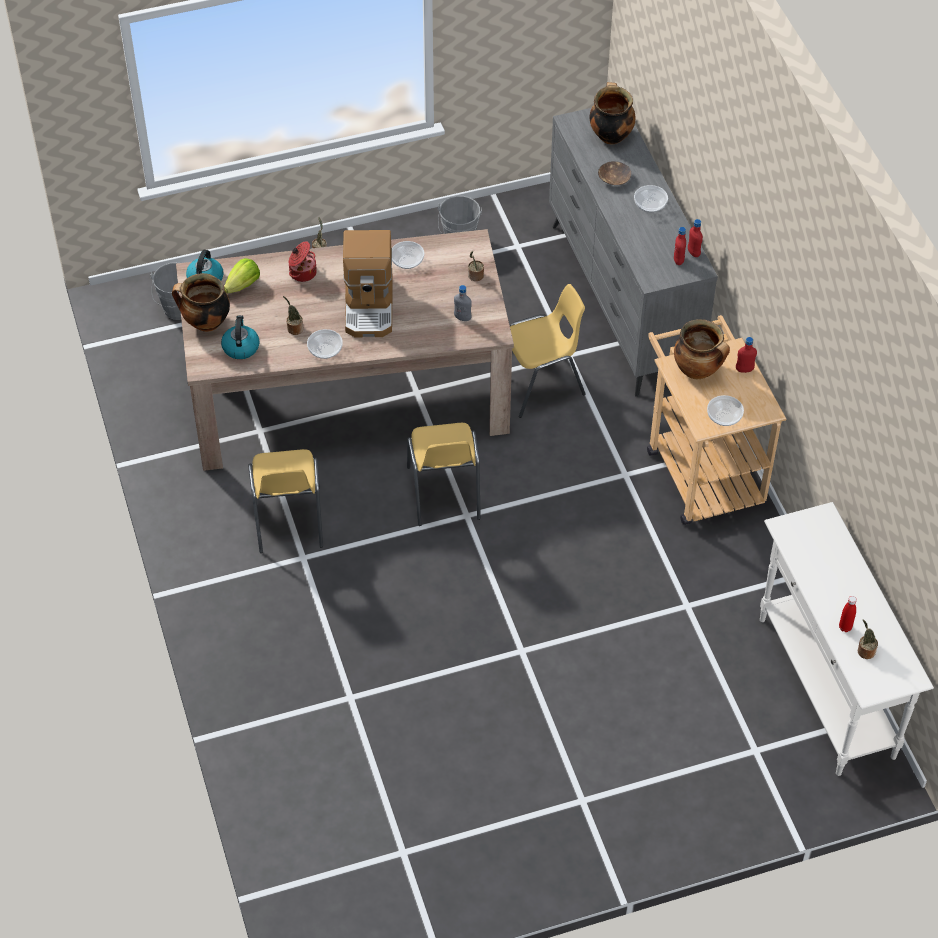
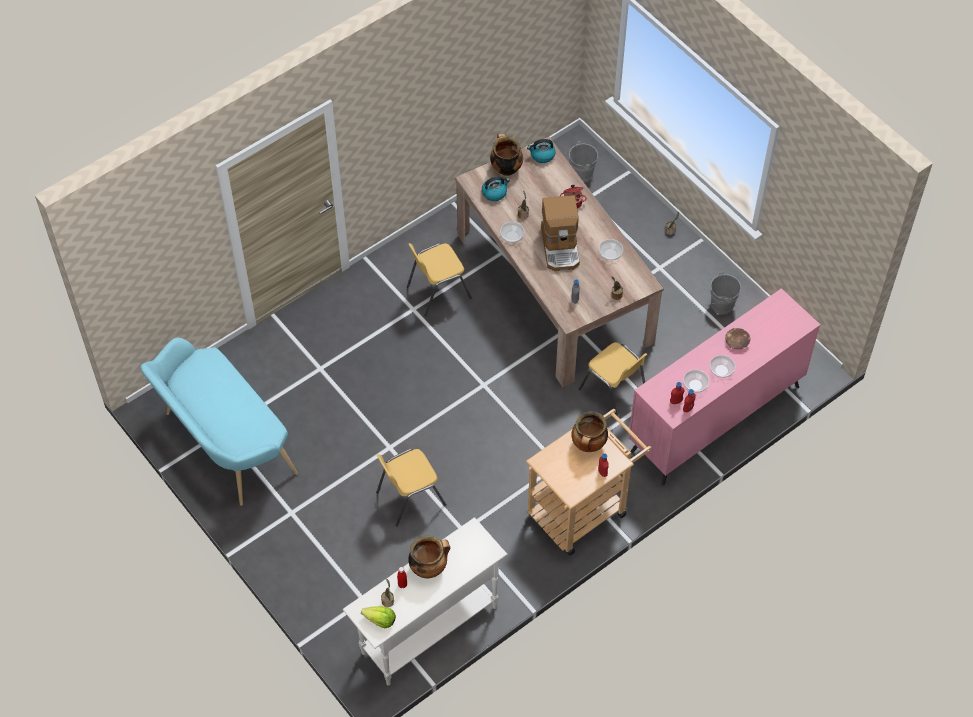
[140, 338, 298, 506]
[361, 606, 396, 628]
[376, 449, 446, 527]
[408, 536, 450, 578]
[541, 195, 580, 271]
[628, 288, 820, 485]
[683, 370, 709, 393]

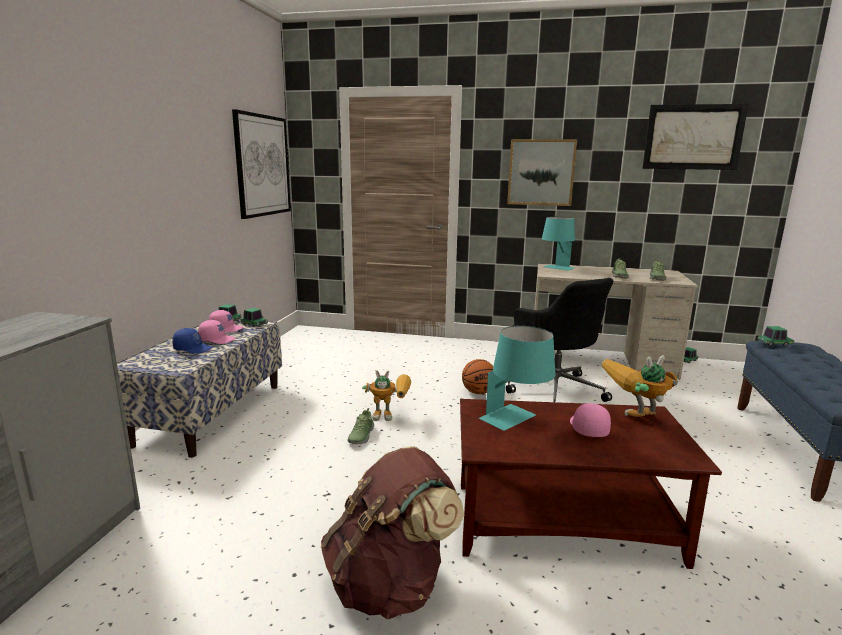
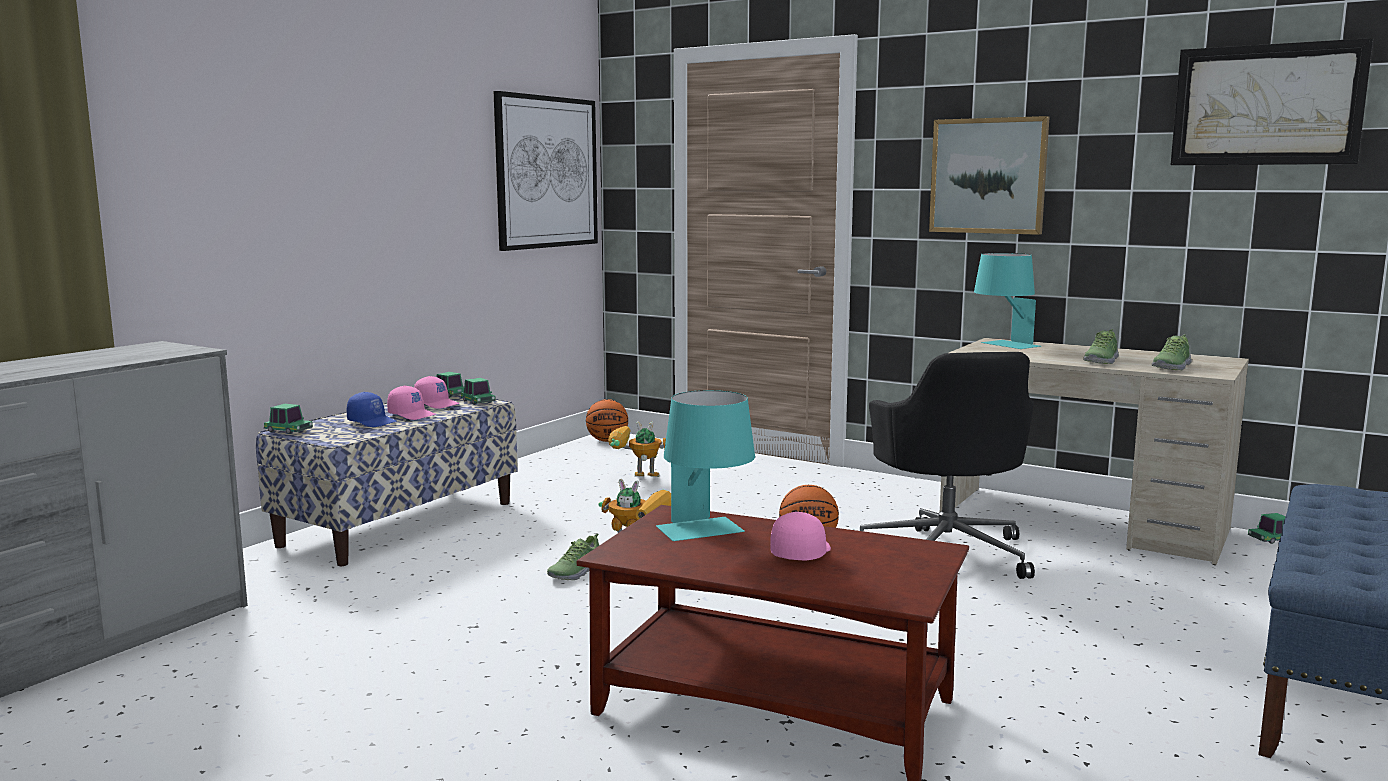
[264, 404, 313, 434]
[586, 399, 628, 442]
[608, 421, 666, 477]
[321, 446, 465, 619] (first image)

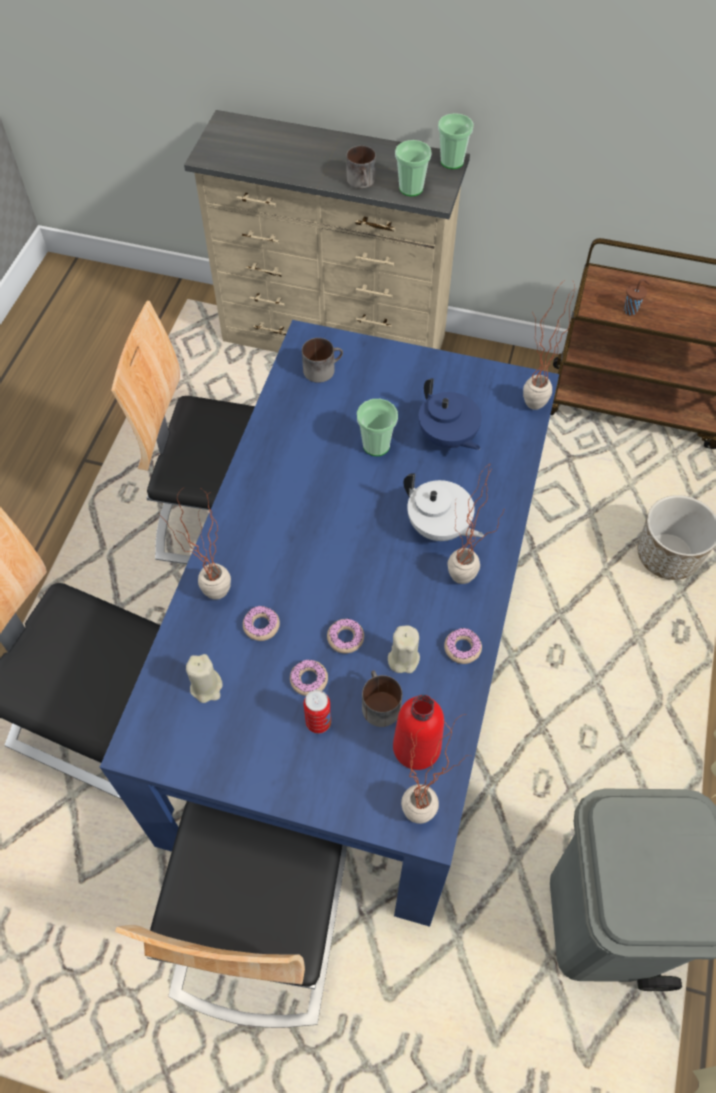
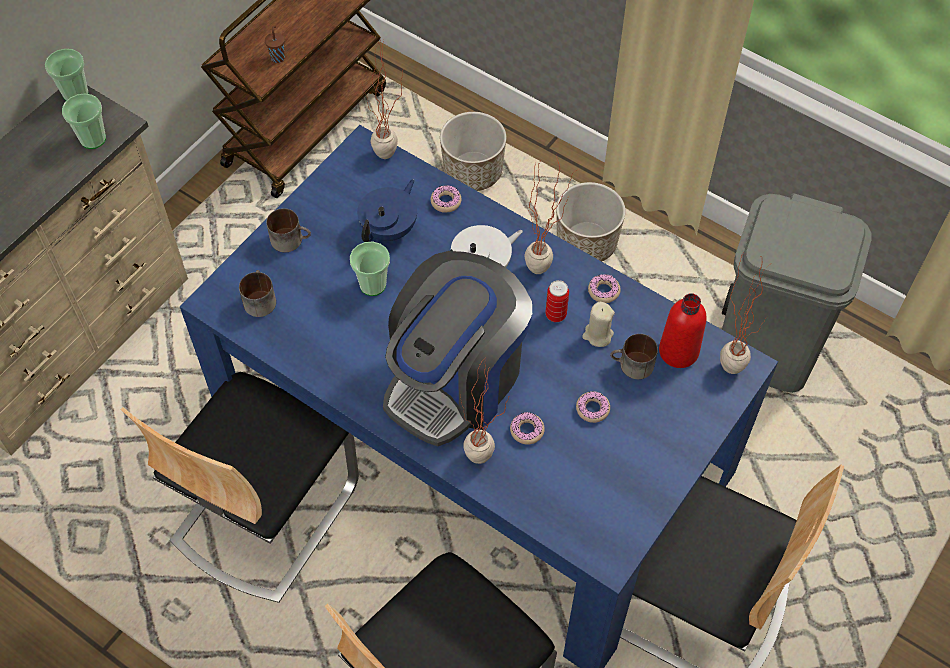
[266, 208, 311, 252]
[357, 179, 417, 242]
[383, 251, 532, 446]
[431, 185, 461, 212]
[546, 280, 569, 322]
[556, 182, 625, 262]
[186, 654, 223, 703] (first image)

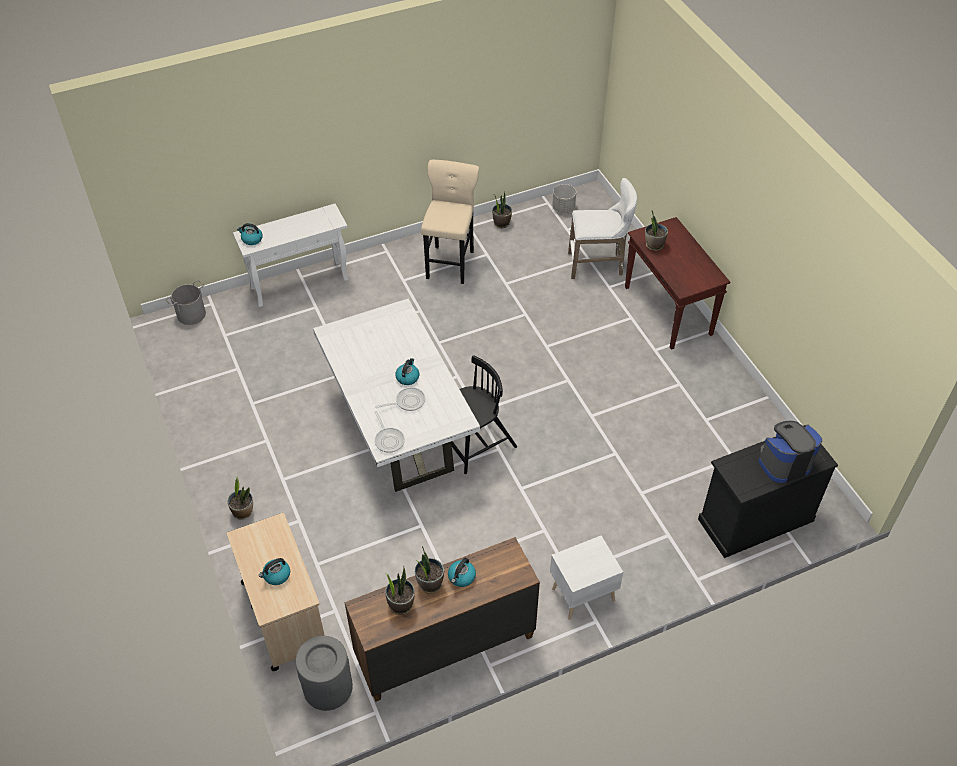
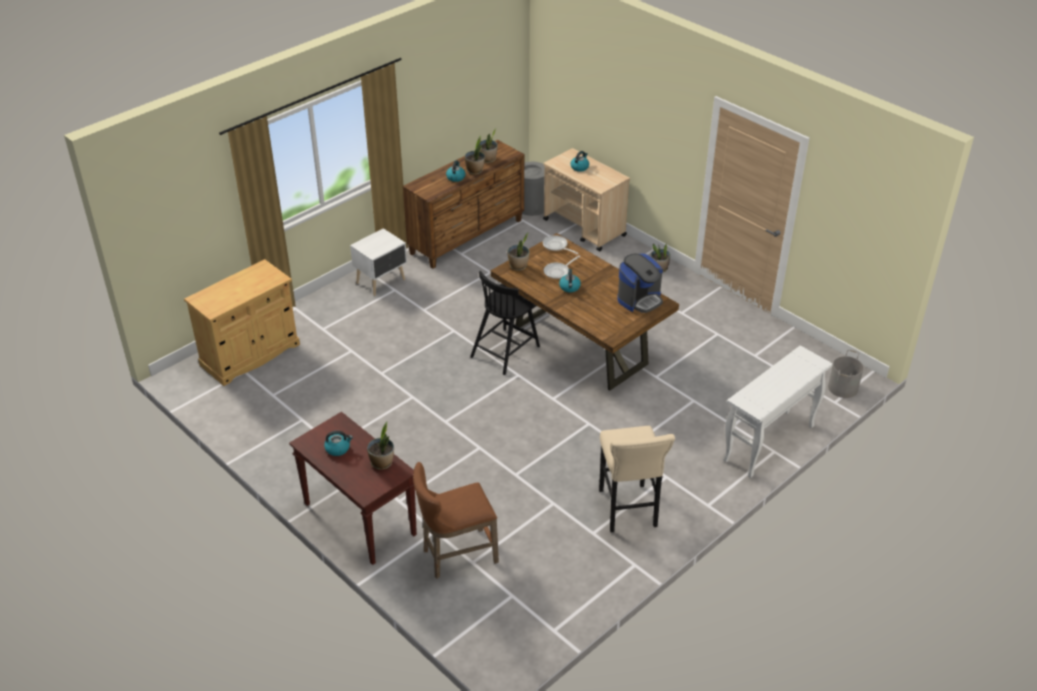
[184, 259, 300, 386]
[324, 431, 353, 456]
[413, 462, 499, 578]
[490, 233, 679, 391]
[507, 233, 529, 271]
[617, 253, 663, 313]
[552, 184, 576, 213] (first image)

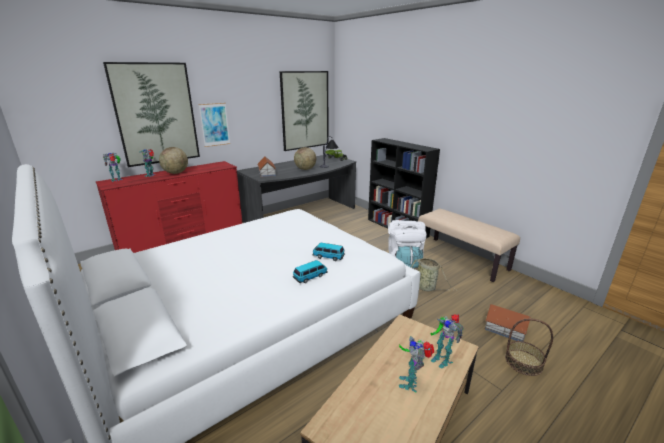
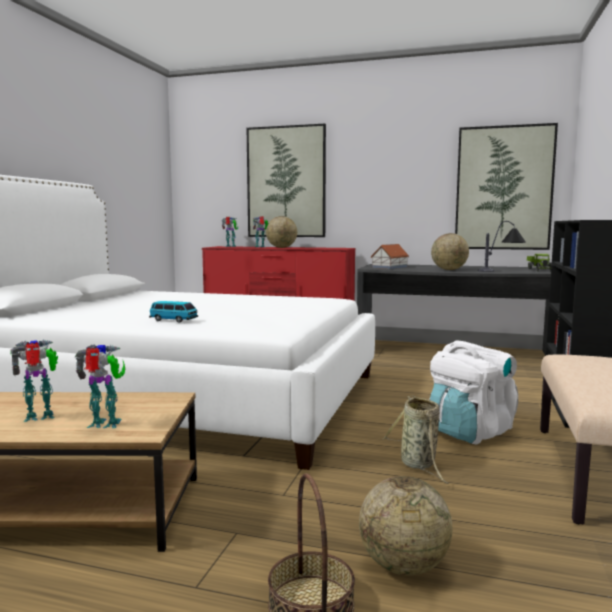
[74, 344, 126, 428]
[359, 476, 452, 576]
[199, 103, 230, 147] (first image)
[312, 243, 345, 261] (first image)

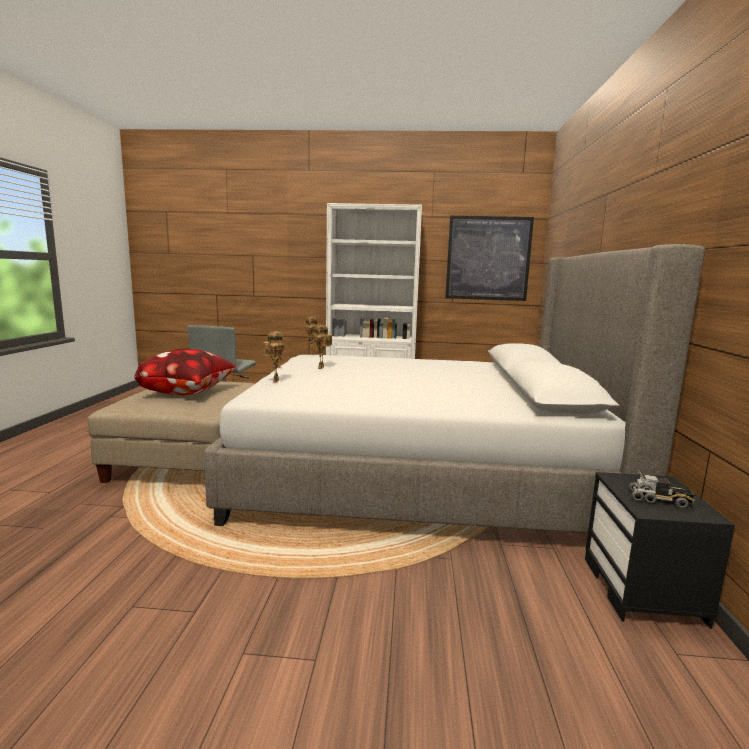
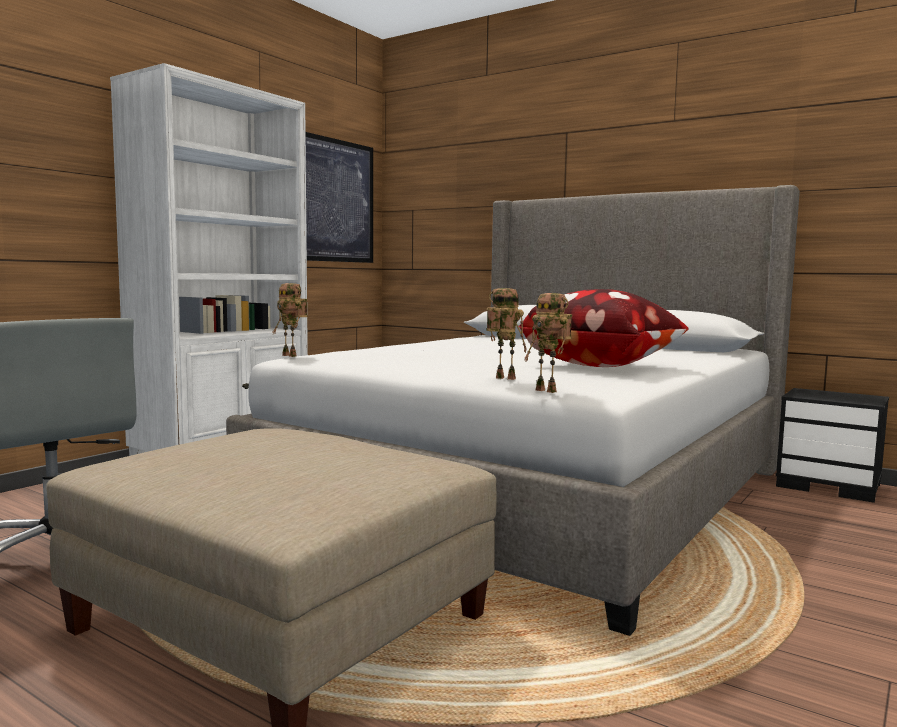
[518, 289, 689, 367]
[524, 293, 572, 393]
[629, 470, 695, 508] (first image)

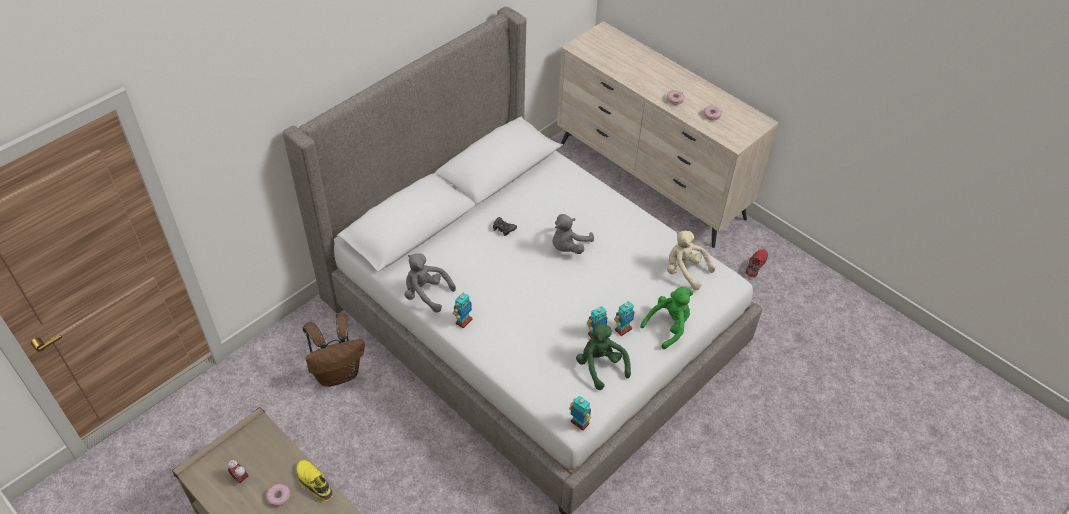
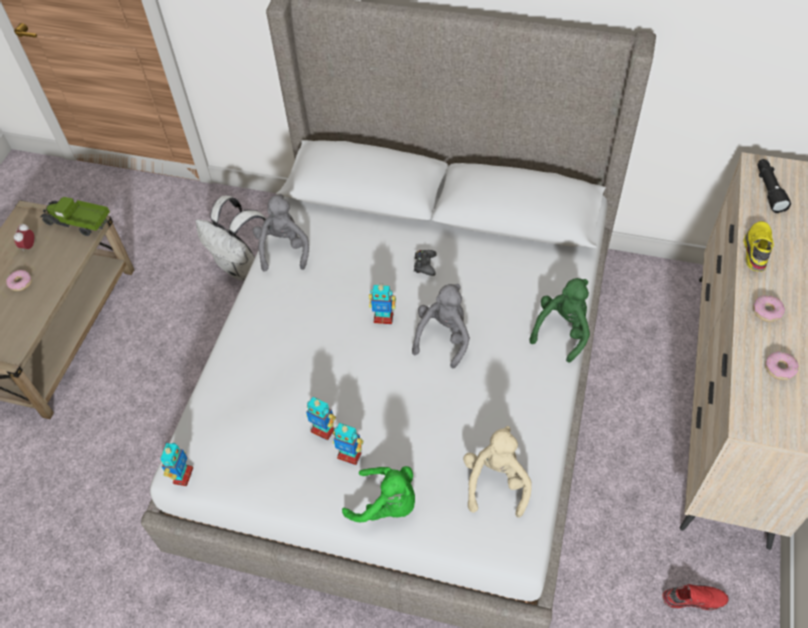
[40, 197, 110, 236]
[196, 196, 266, 281]
[369, 283, 396, 324]
[412, 284, 470, 368]
[529, 278, 590, 363]
[743, 221, 774, 272]
[757, 159, 791, 213]

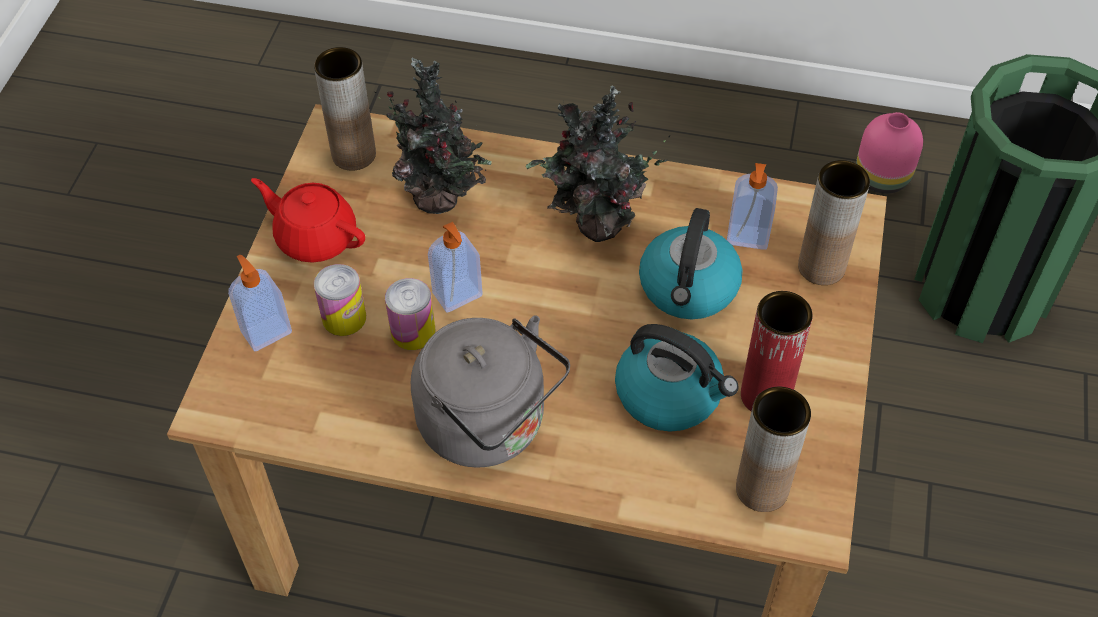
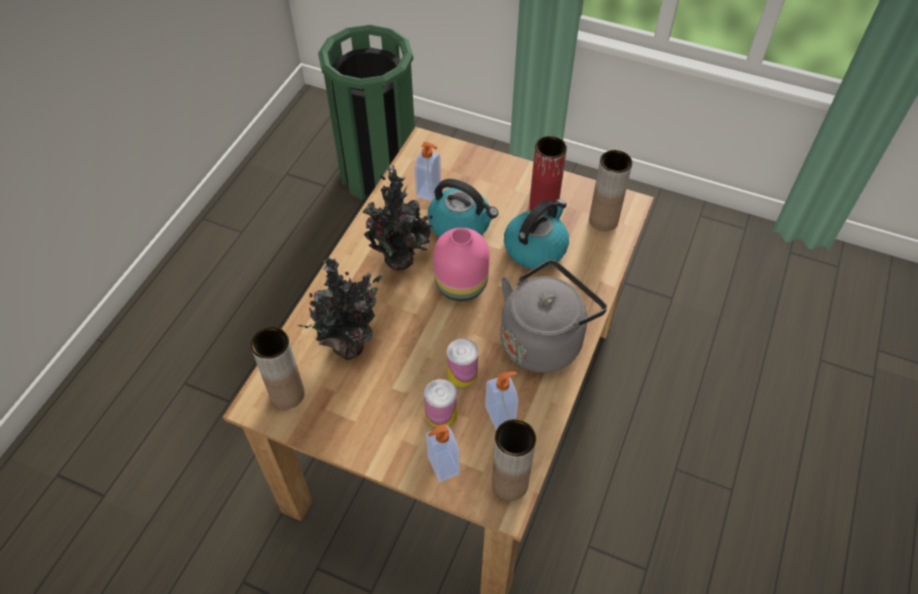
[433, 228, 489, 301]
[485, 372, 519, 430]
[492, 419, 536, 501]
[251, 178, 365, 263] (first image)

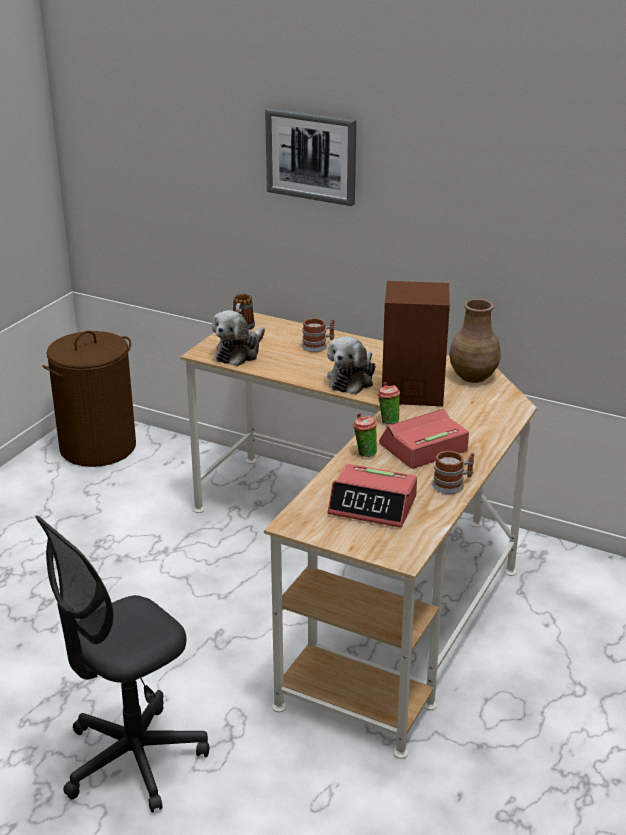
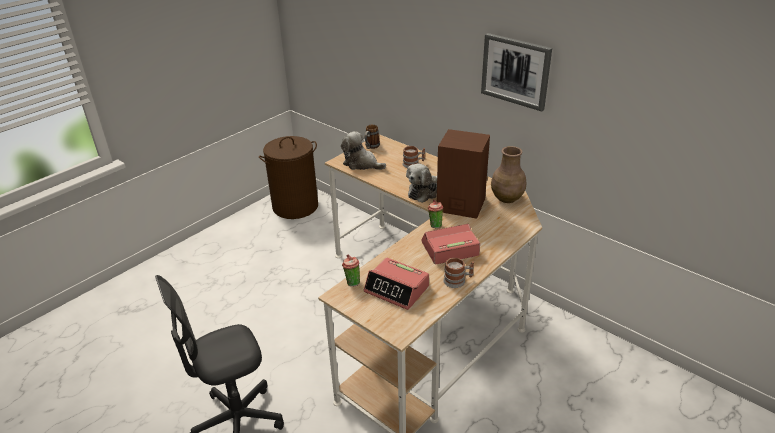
[341, 131, 386, 170]
[342, 255, 360, 286]
[481, 33, 552, 111]

